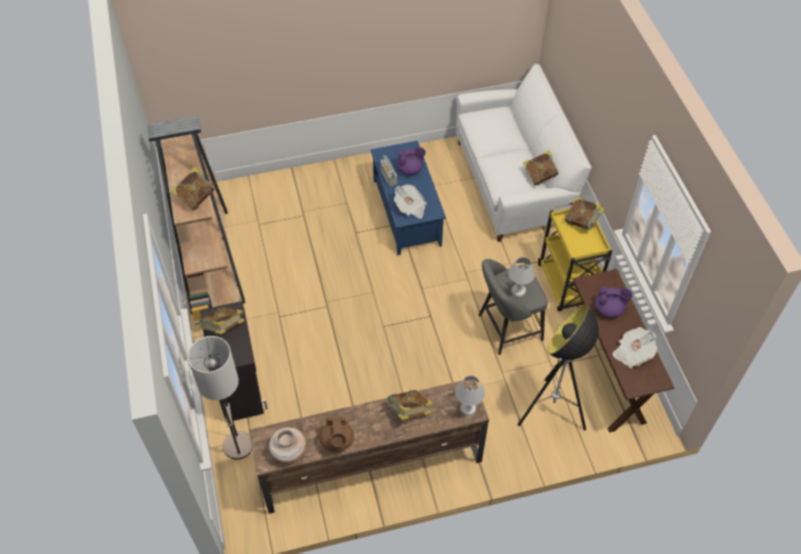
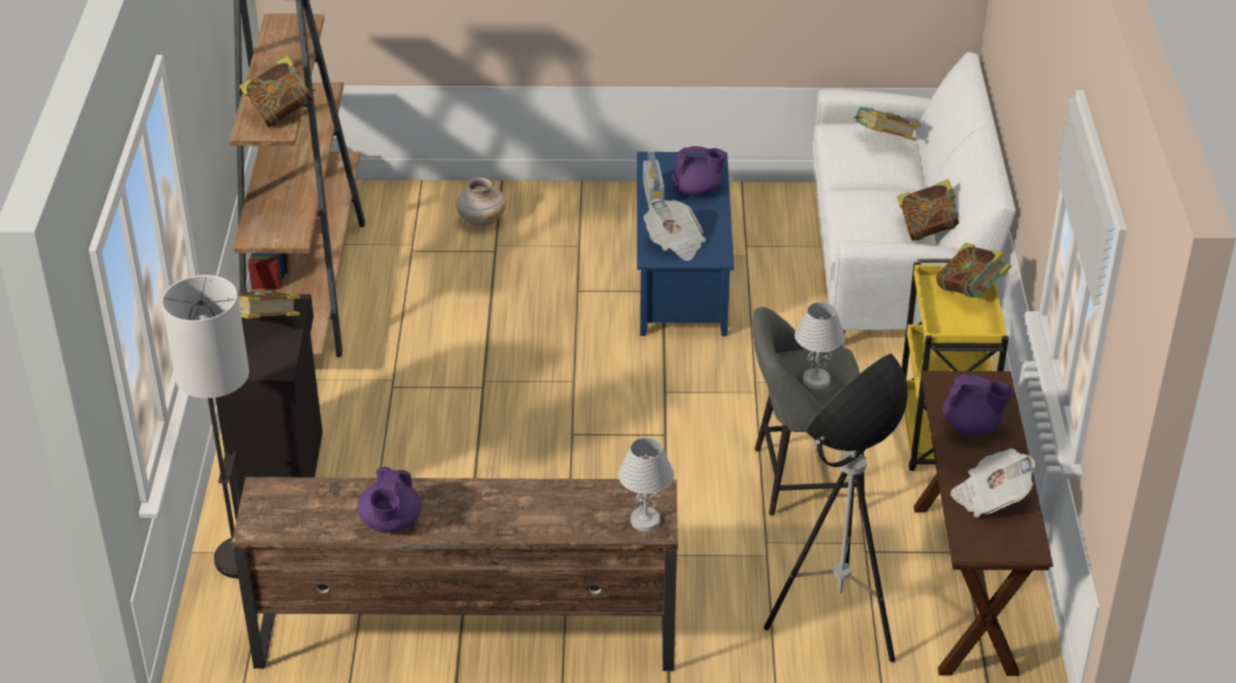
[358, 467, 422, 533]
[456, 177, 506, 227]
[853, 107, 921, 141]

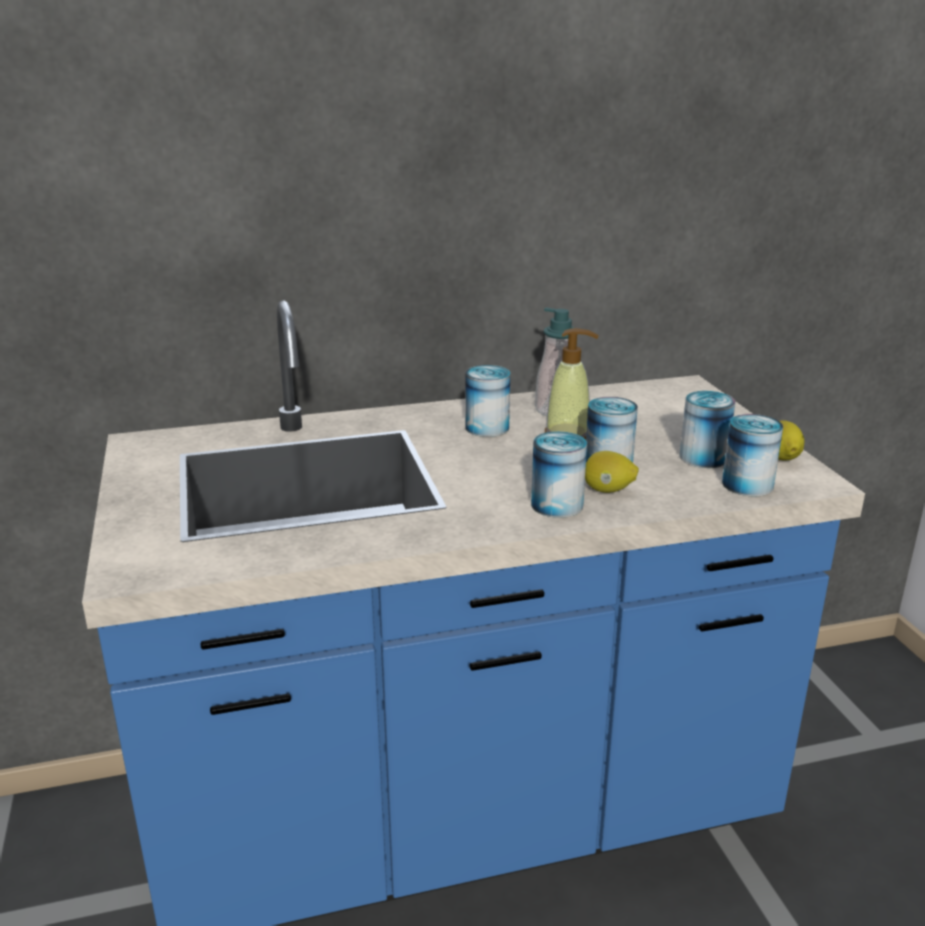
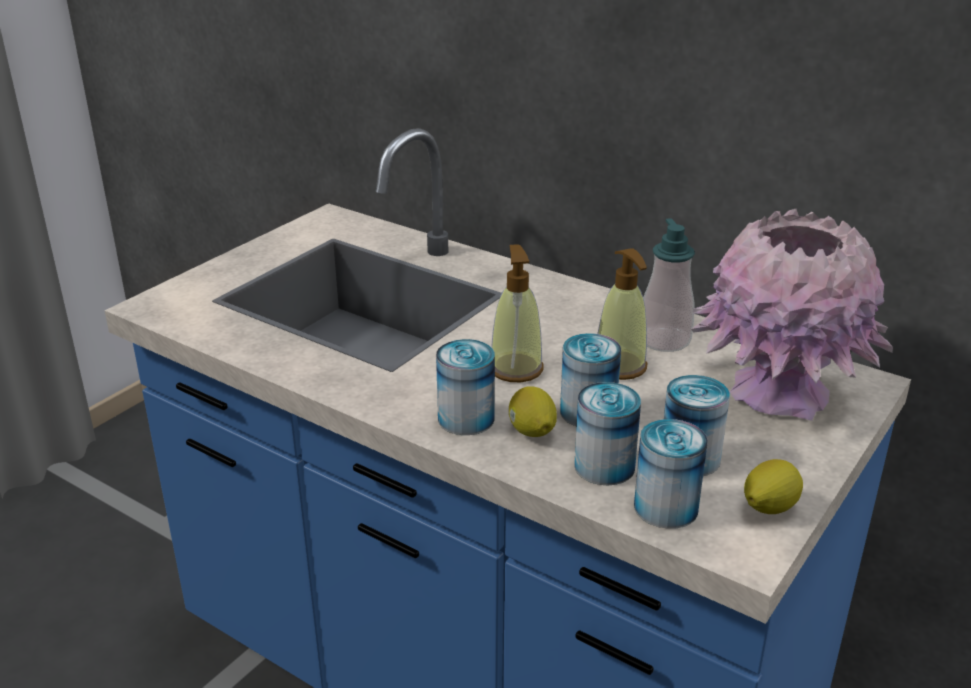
[491, 244, 544, 382]
[574, 382, 641, 485]
[691, 209, 893, 421]

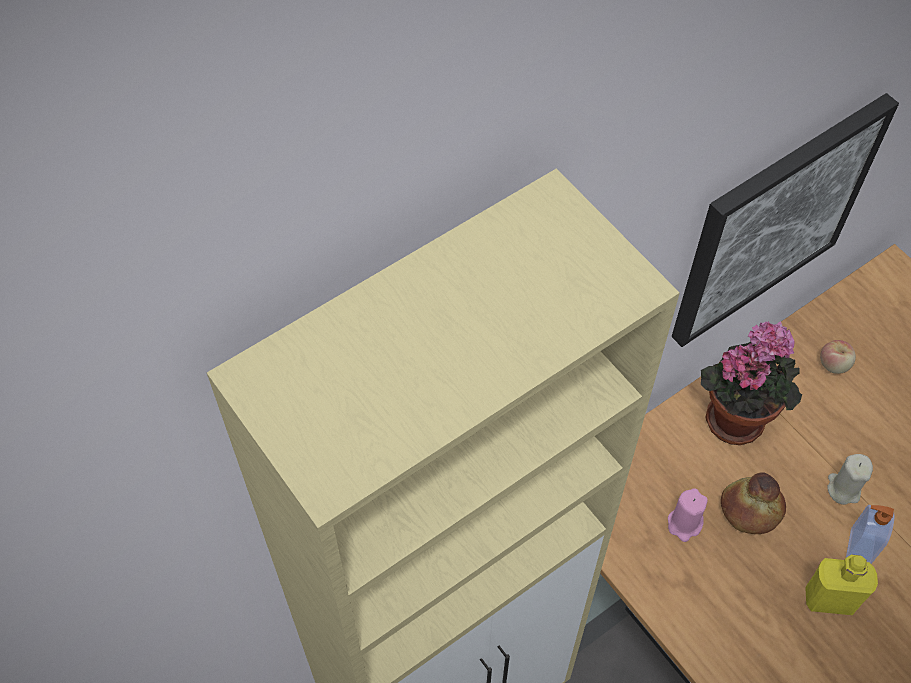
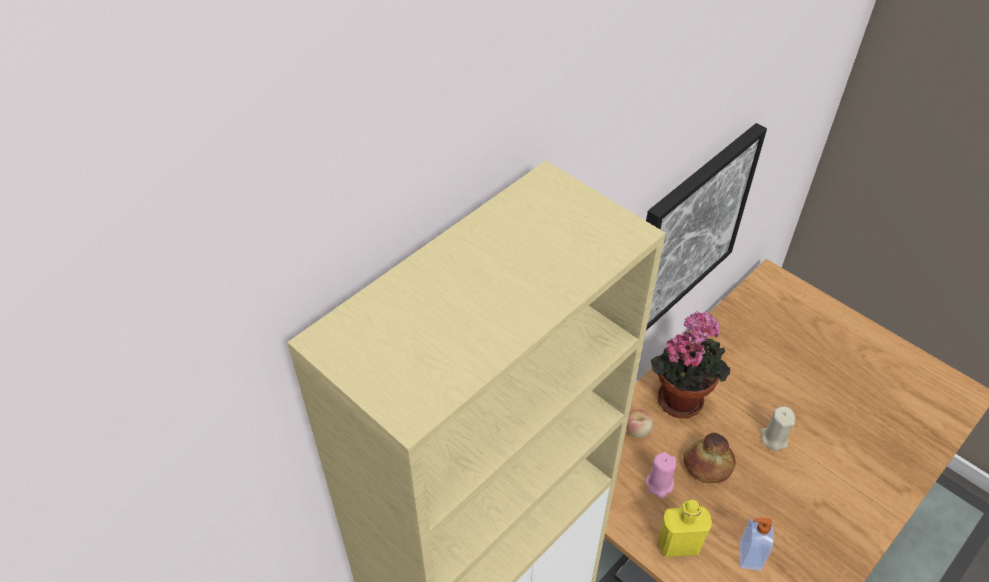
[626, 410, 653, 438]
[658, 500, 712, 557]
[739, 518, 774, 571]

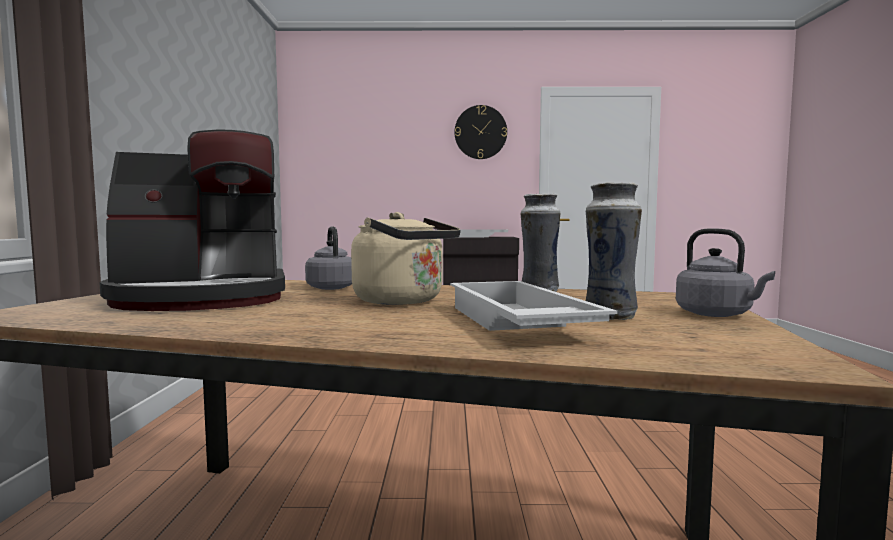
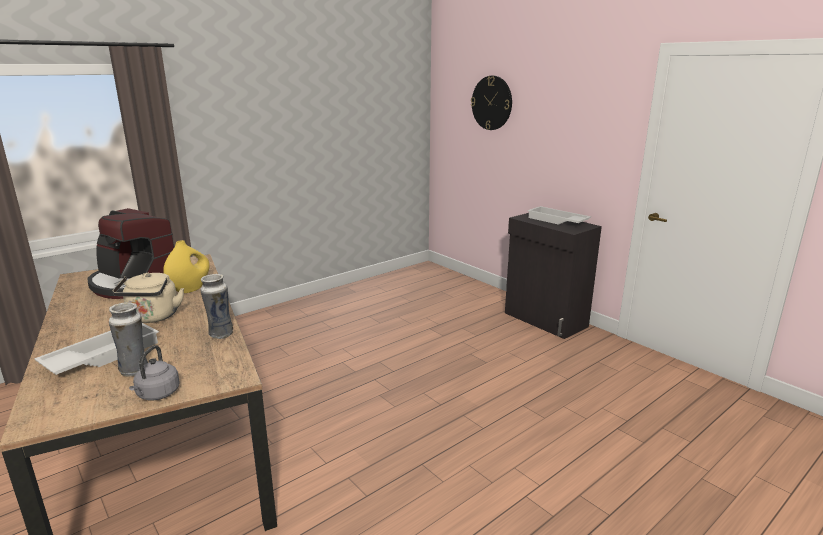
[163, 240, 210, 293]
[471, 76, 512, 130]

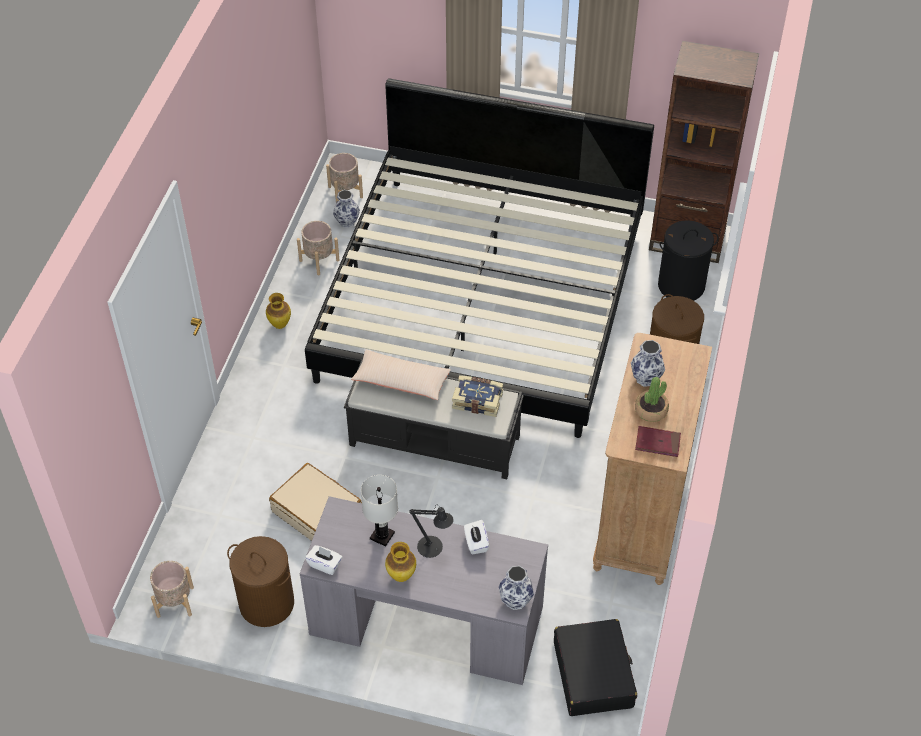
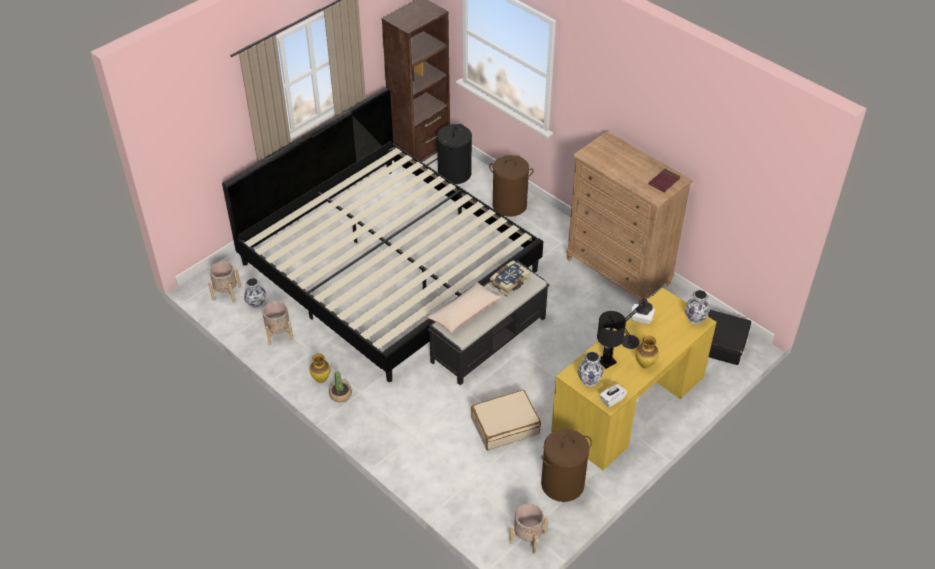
[329, 372, 352, 403]
[551, 287, 717, 470]
[577, 351, 604, 387]
[597, 311, 626, 369]

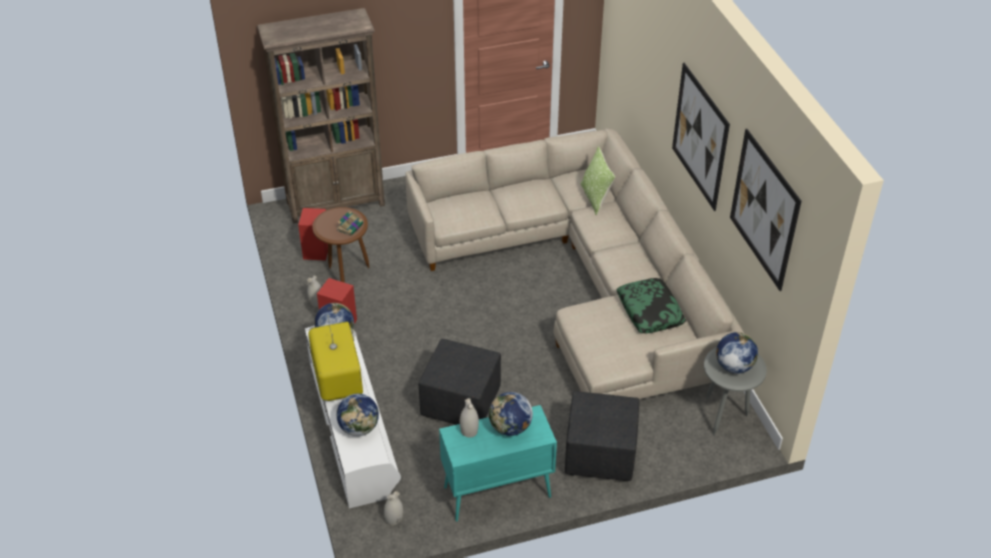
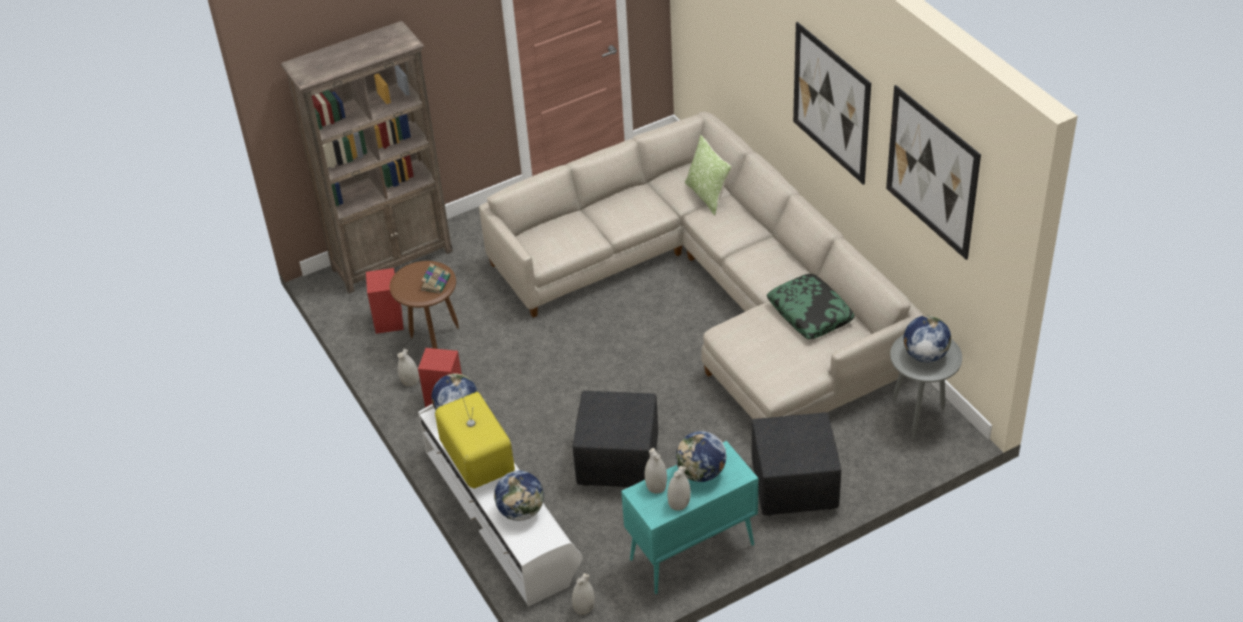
[667, 466, 691, 511]

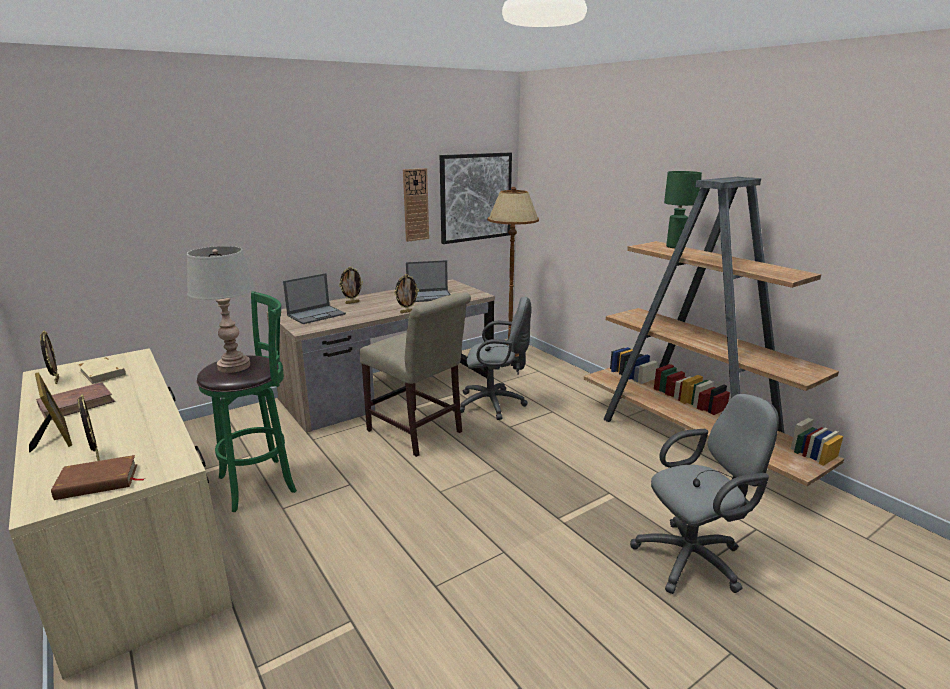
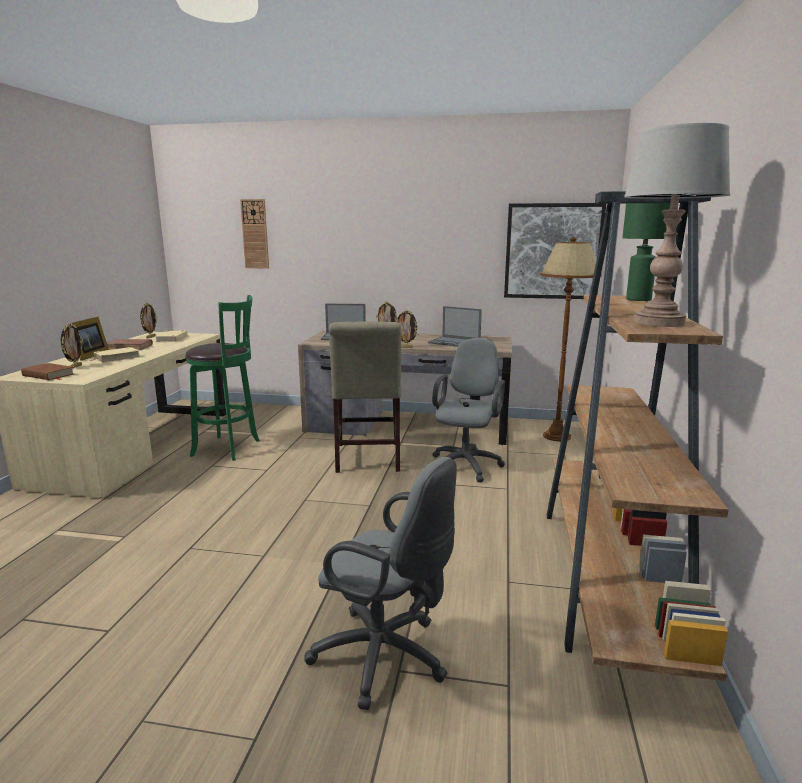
[89, 347, 140, 363]
[240, 199, 269, 269]
[432, 338, 505, 482]
[624, 123, 730, 327]

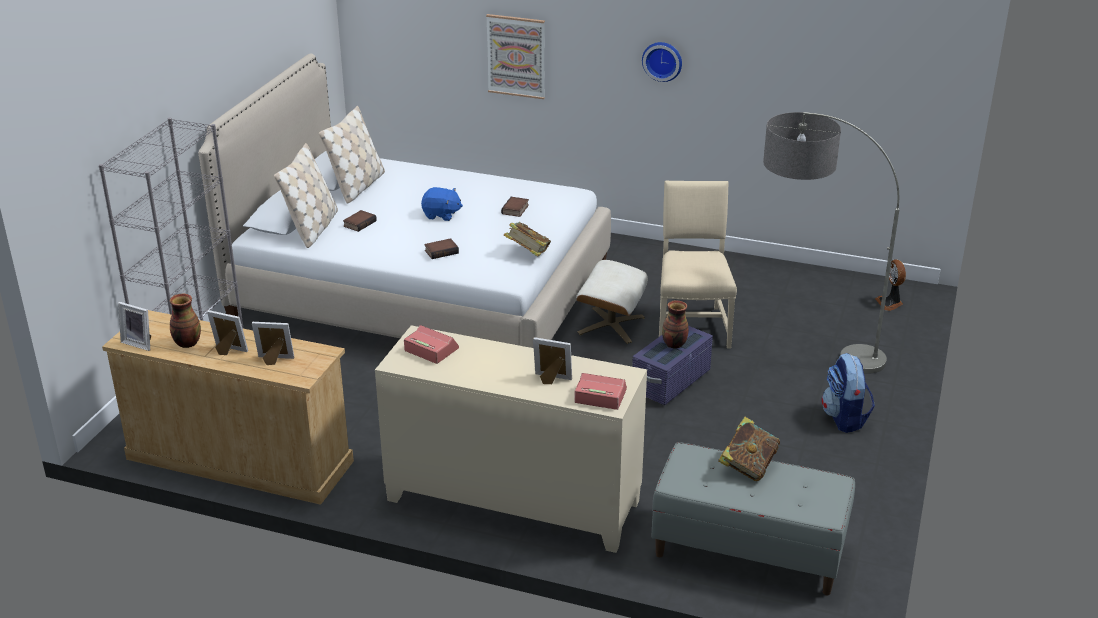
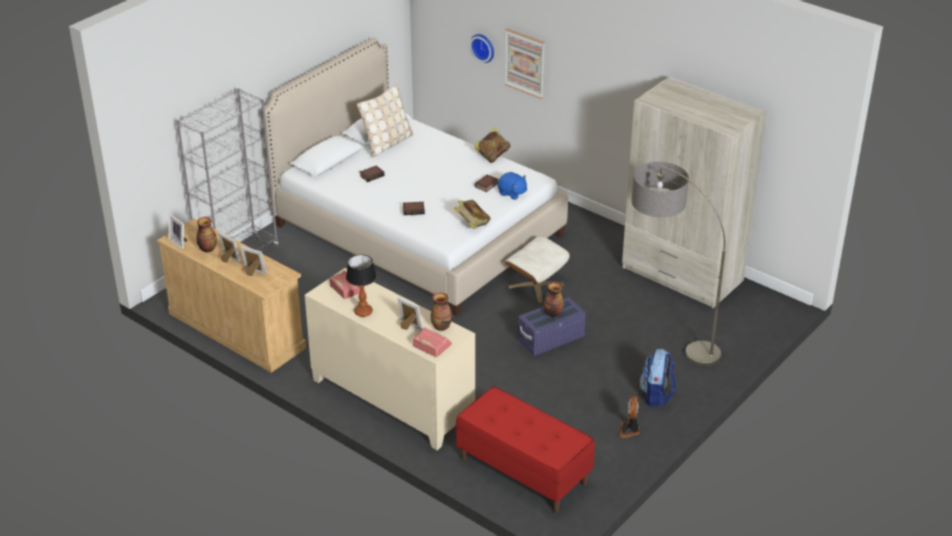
[346, 255, 377, 317]
[431, 293, 452, 331]
[456, 387, 595, 513]
[470, 34, 494, 63]
[474, 128, 511, 163]
[498, 172, 527, 200]
[619, 396, 640, 438]
[622, 76, 767, 308]
[274, 143, 338, 248] (first image)
[659, 180, 737, 349] (first image)

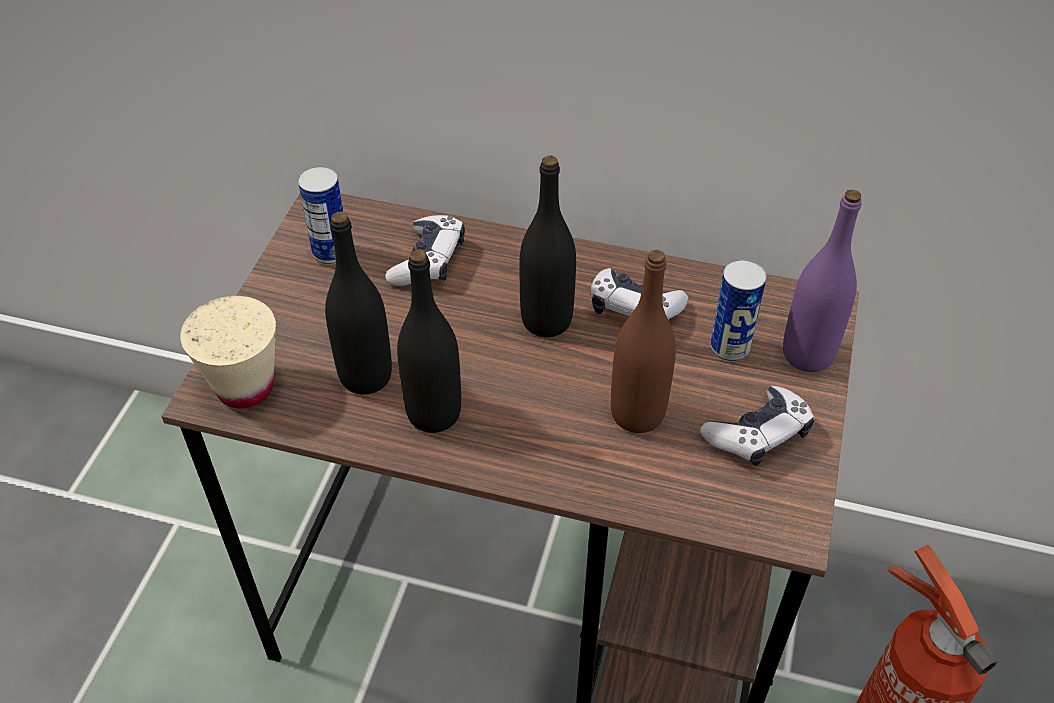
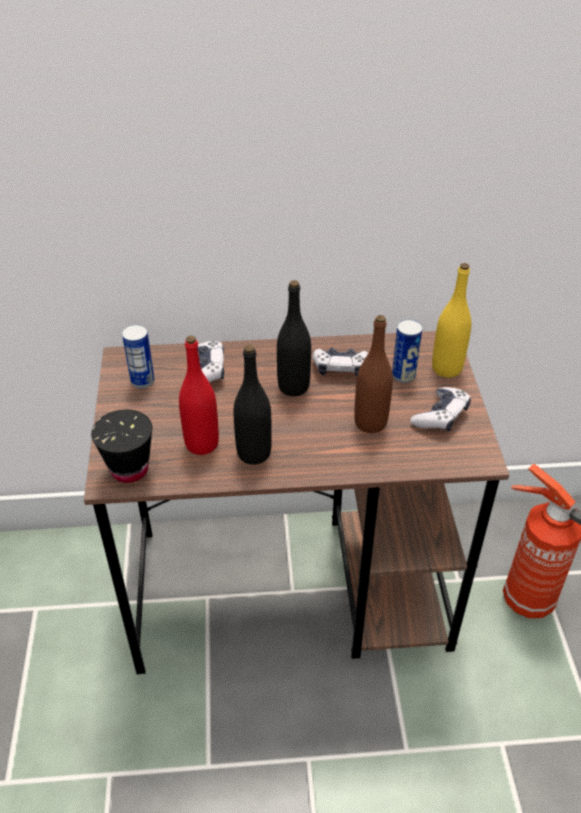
[91, 410, 152, 483]
[179, 336, 219, 455]
[432, 263, 471, 378]

